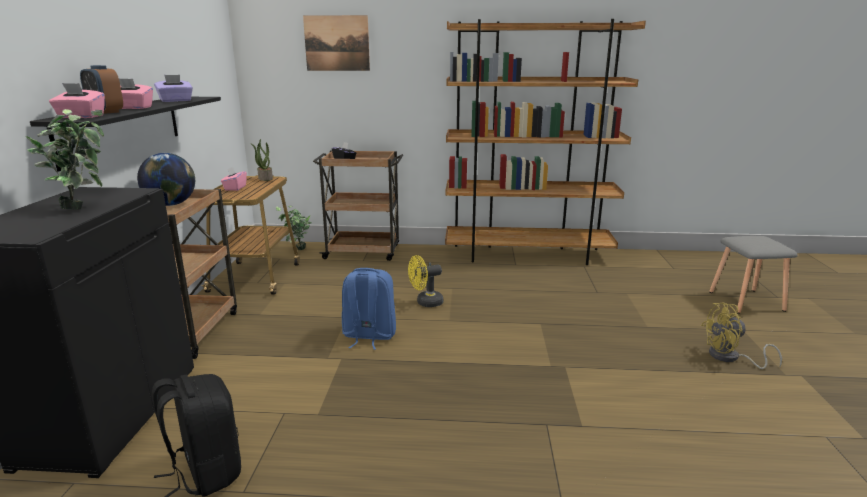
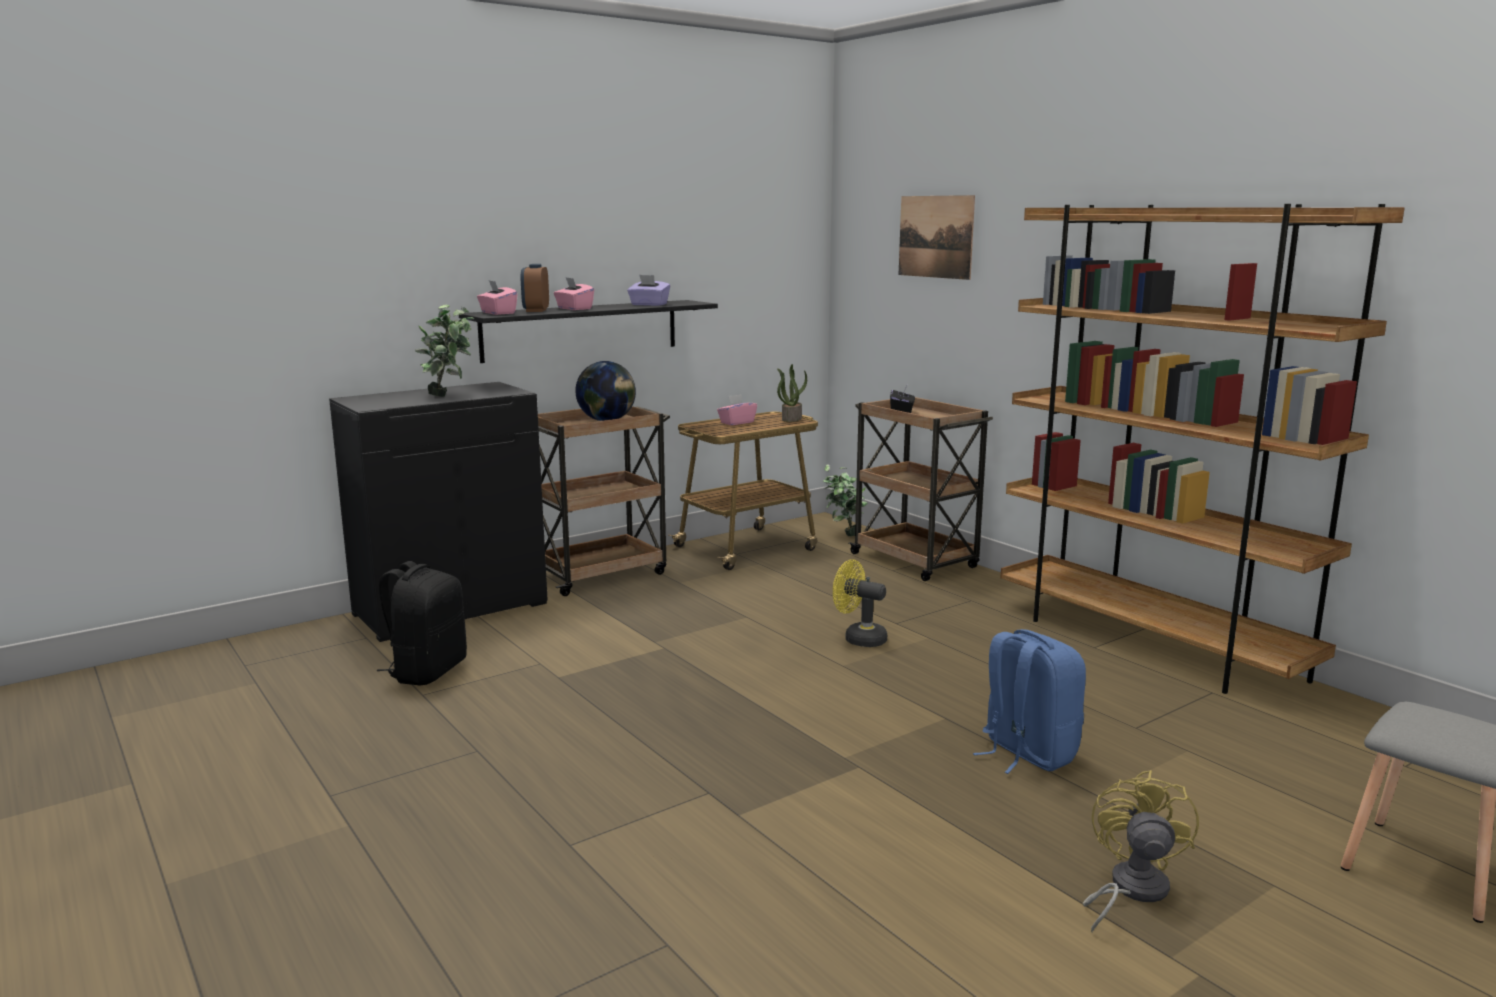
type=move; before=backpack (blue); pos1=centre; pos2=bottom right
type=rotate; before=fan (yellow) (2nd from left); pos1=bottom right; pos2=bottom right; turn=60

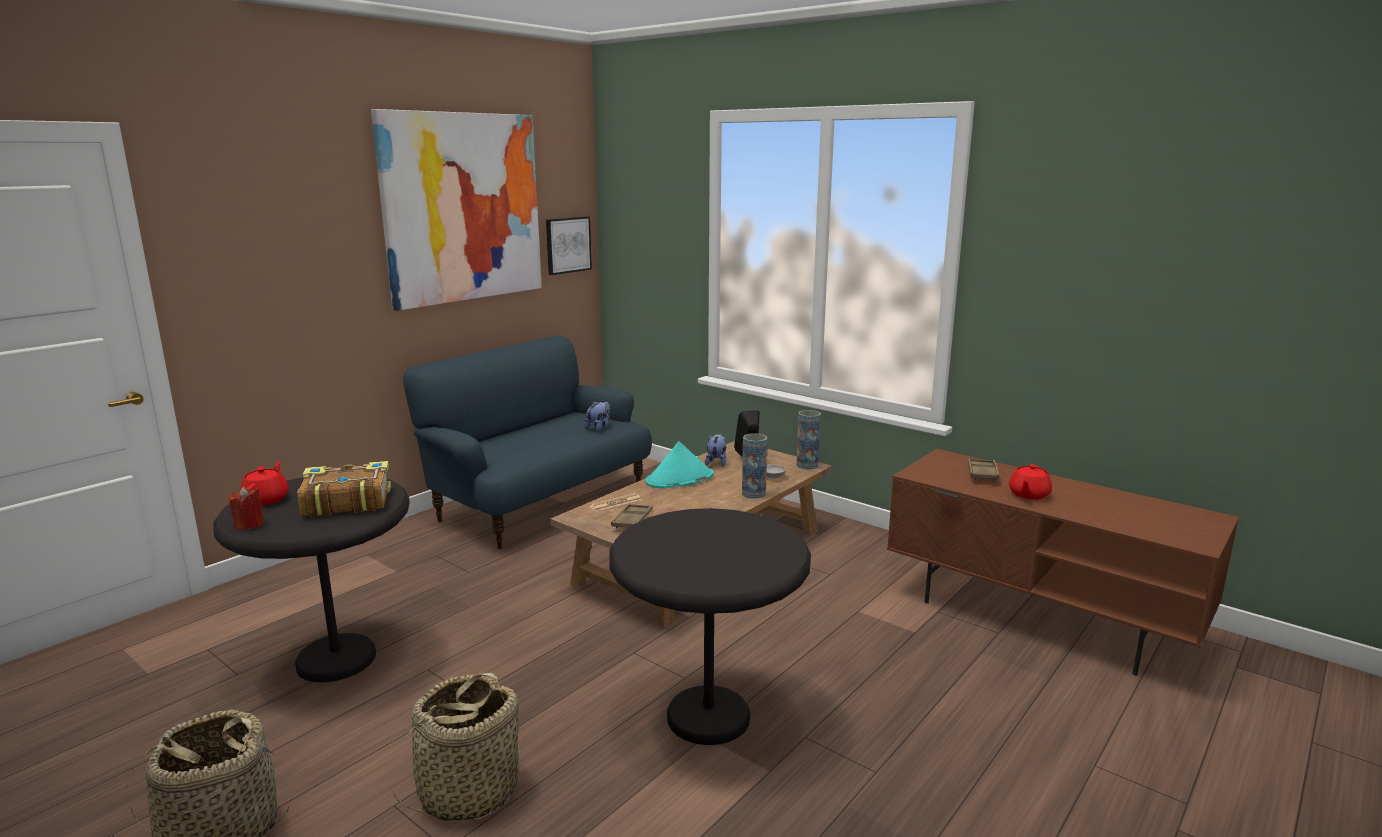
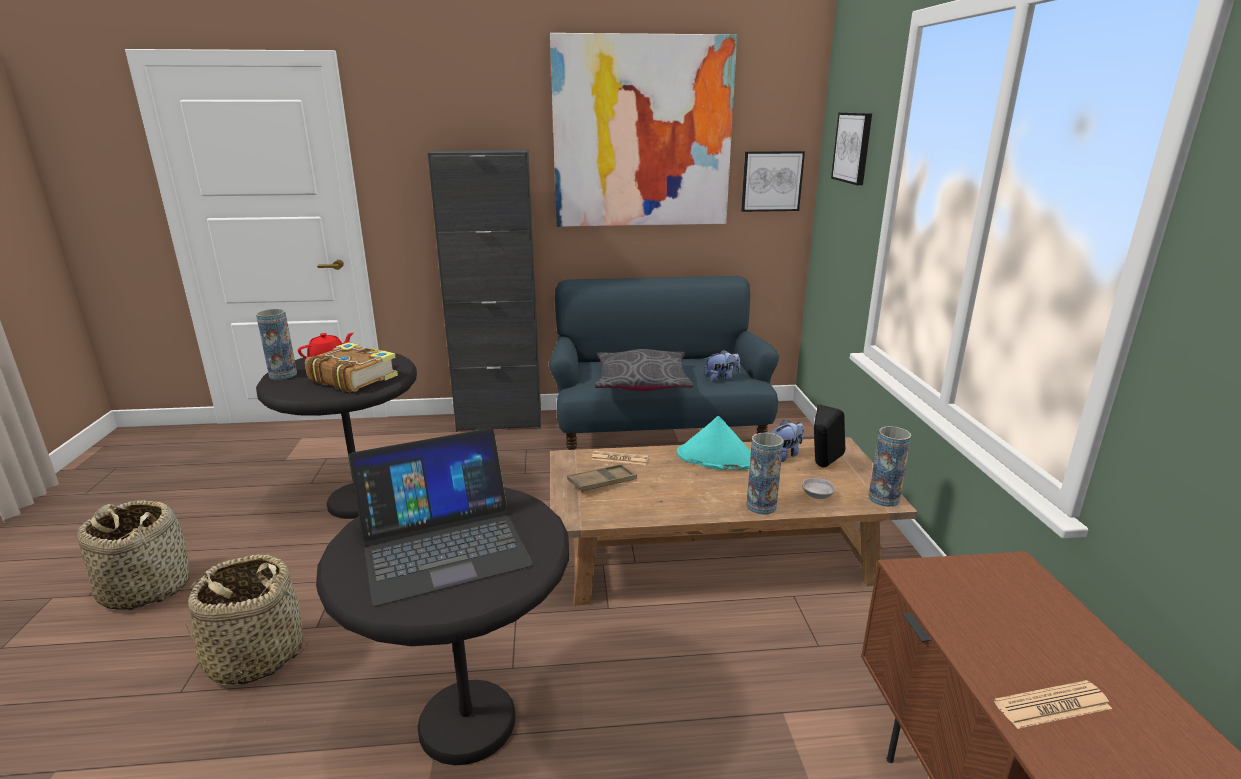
type=replace; before=candle (red); after=vase (1st from left); pos1=middle left; pos2=middle left
type=insert; after=laptop; pos2=centre
type=insert; after=cabinet (black); pos2=centre
type=insert; after=pillow (grey); pos2=centre
type=insert; after=picture (3rd from left); pos2=top right
type=replace; before=teapot (red) (2nd from left); after=newspaper (2nd from left); pos1=middle right; pos2=bottom right
type=delete; before=tray (brown) (2nd from left); pos1=middle right

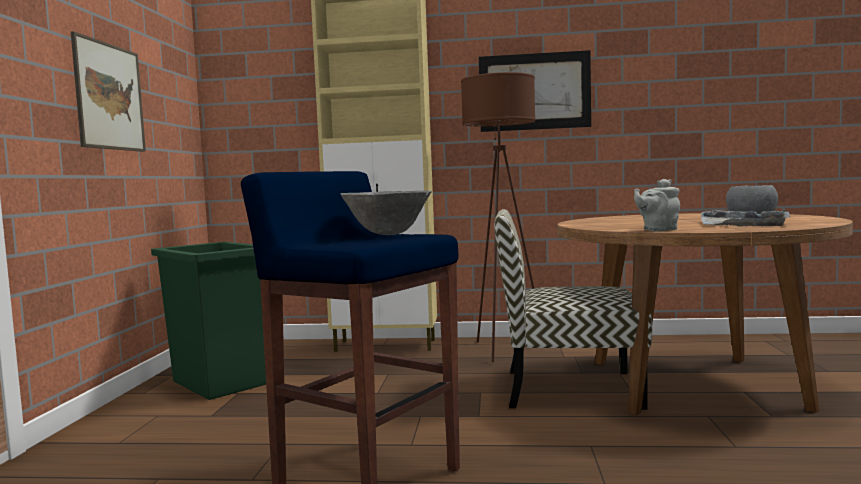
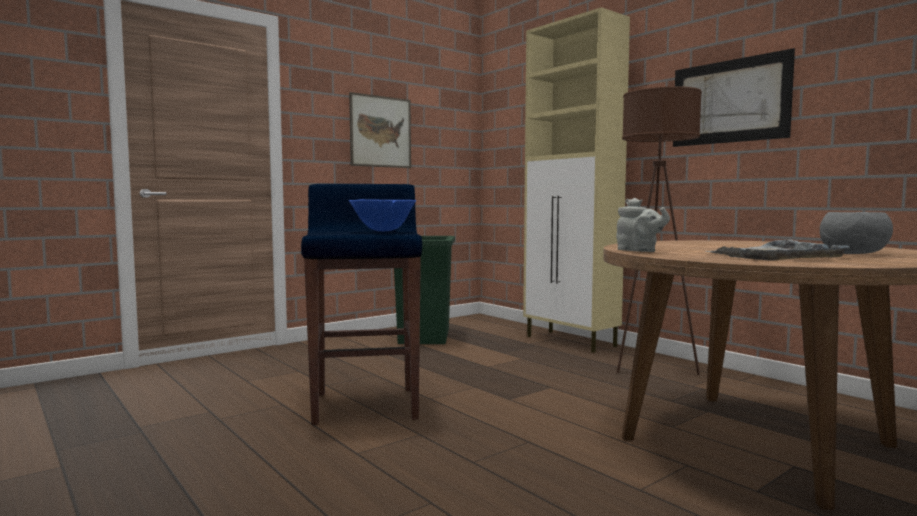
type=recolor; before=bowl (grey) (1st from left); after=bowl (blue); pos1=centre; pos2=centre
type=rotate; before=teapot (grey); pos1=middle right; pos2=middle right; turn=-150
type=delete; before=chair; pos1=centre

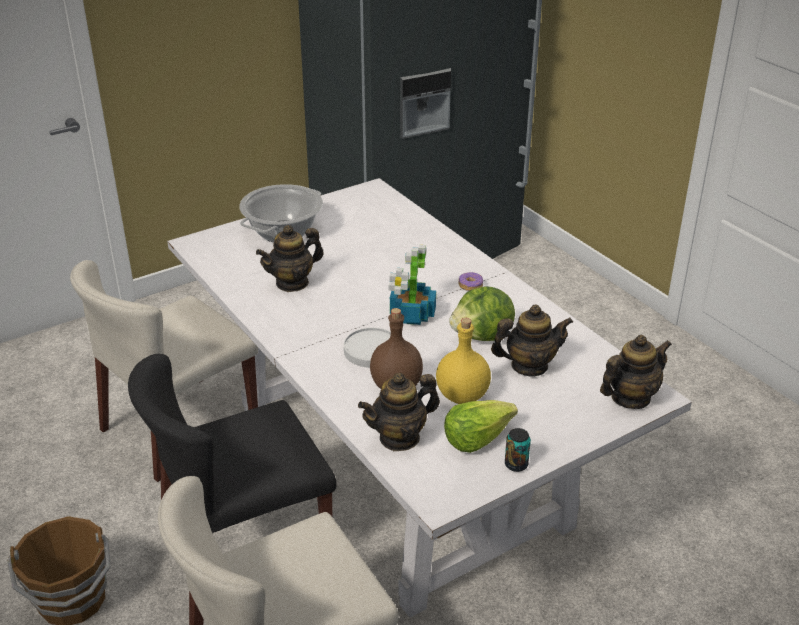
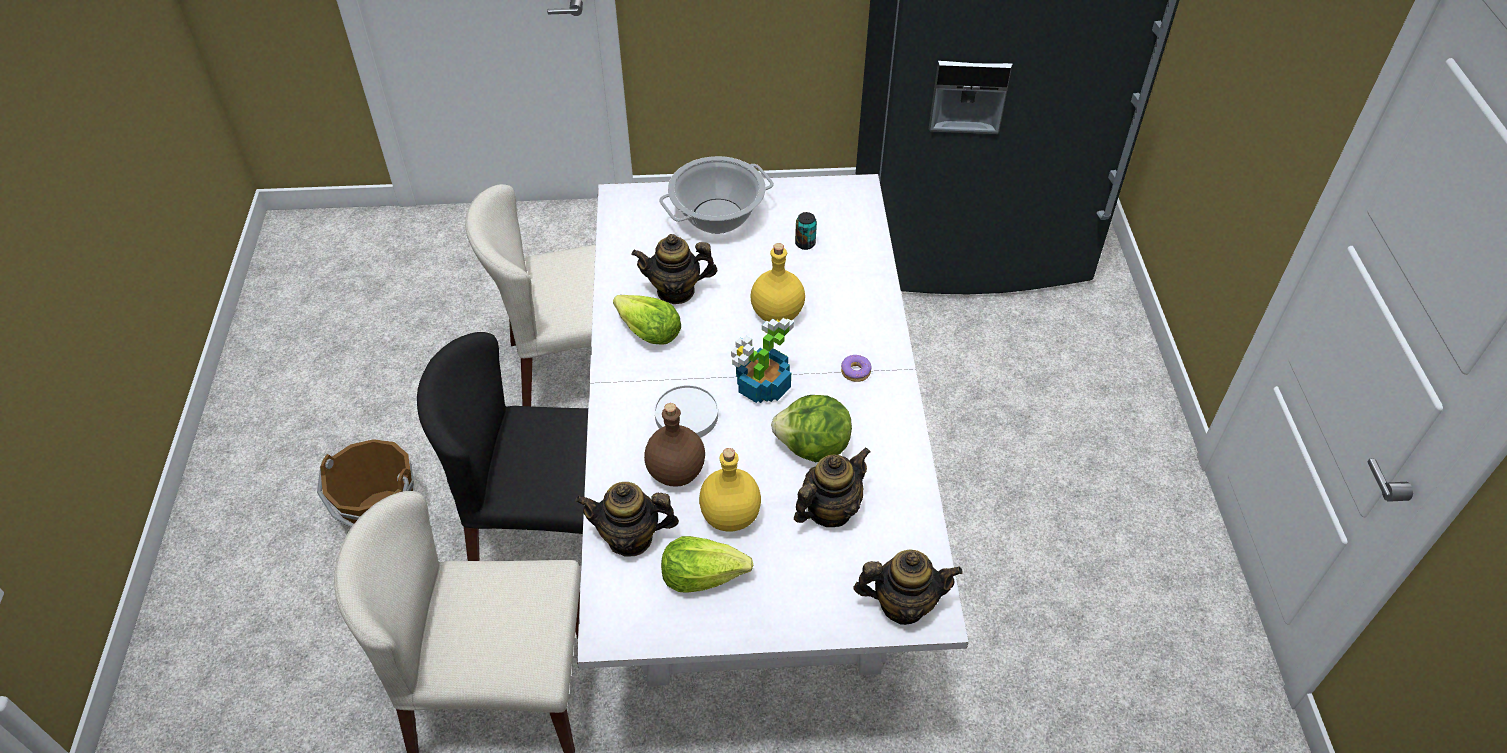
type=insert; after=lettuce (1st from left); pos2=centre
type=insert; after=bottle (yellow) (2nd from left); pos2=centre
type=rotate; before=teapot (3rd from left); pos1=centre; pos2=centre; turn=-60
type=move; before=can; pos1=bottom centre; pos2=top centre

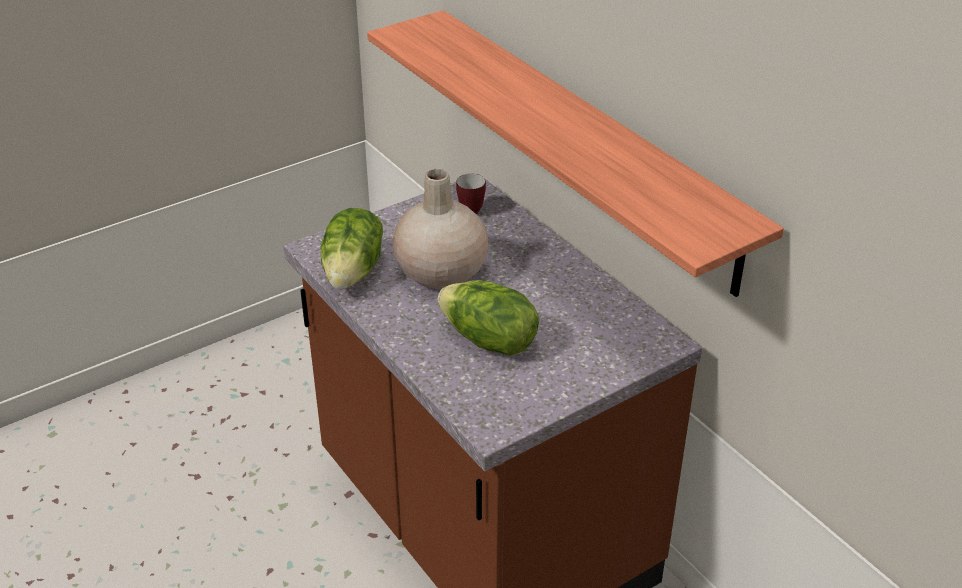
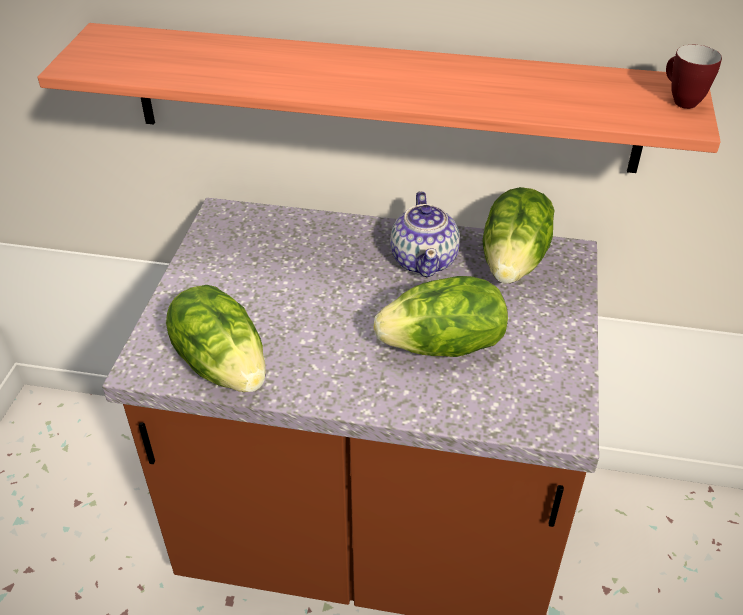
type=insert; after=teapot; pos2=centre
type=insert; after=lettuce (3rd from left); pos2=middle right
type=move; before=mug; pos1=top centre; pos2=top right
type=delete; before=vase (beige); pos1=centre

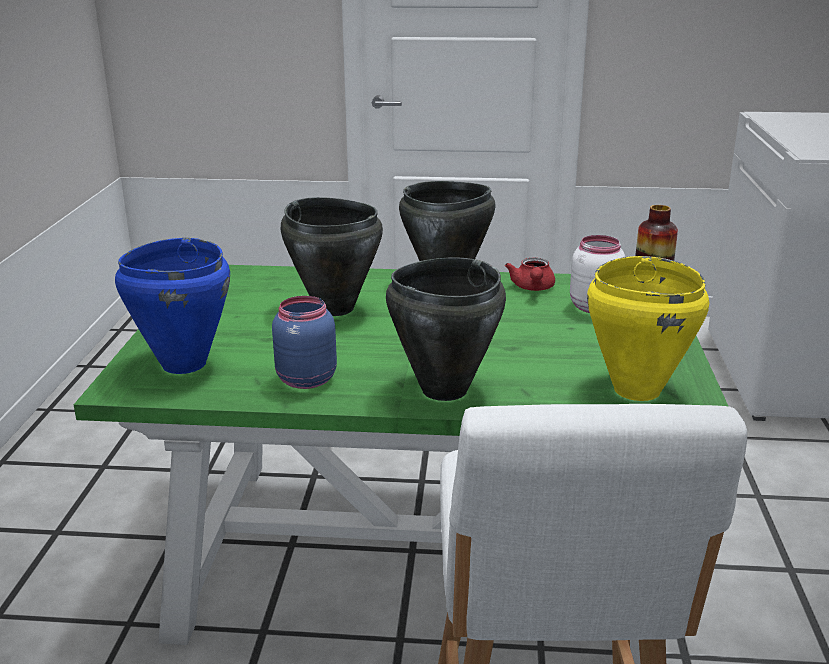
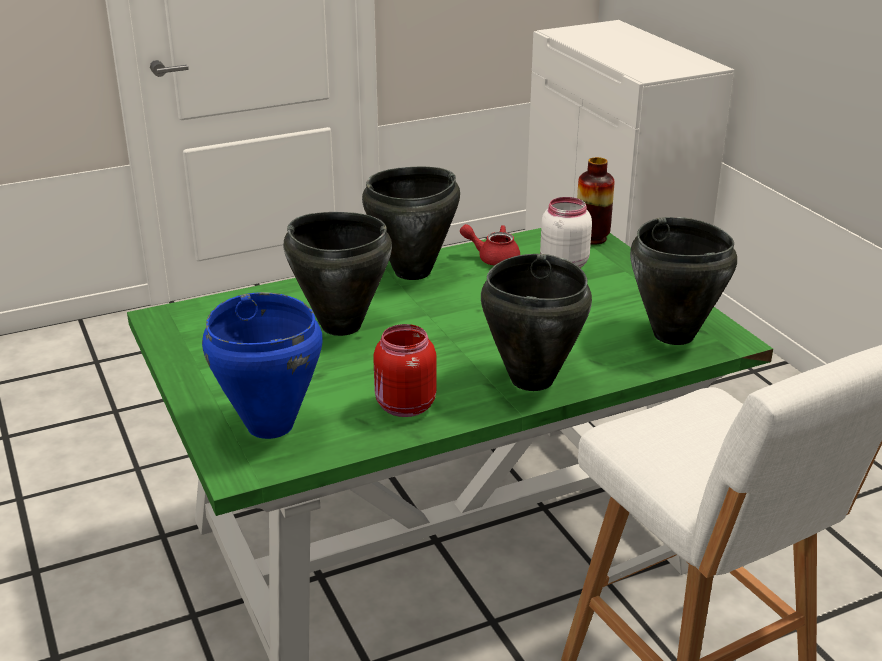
type=recolor; before=jar (blue); after=jar (red); pos1=centre; pos2=centre
type=rotate; before=teapot (red); pos1=centre; pos2=centre; turn=135
type=recolor; before=cooking pot (yellow); after=cooking pot (black) (4th from left); pos1=middle right; pos2=middle right

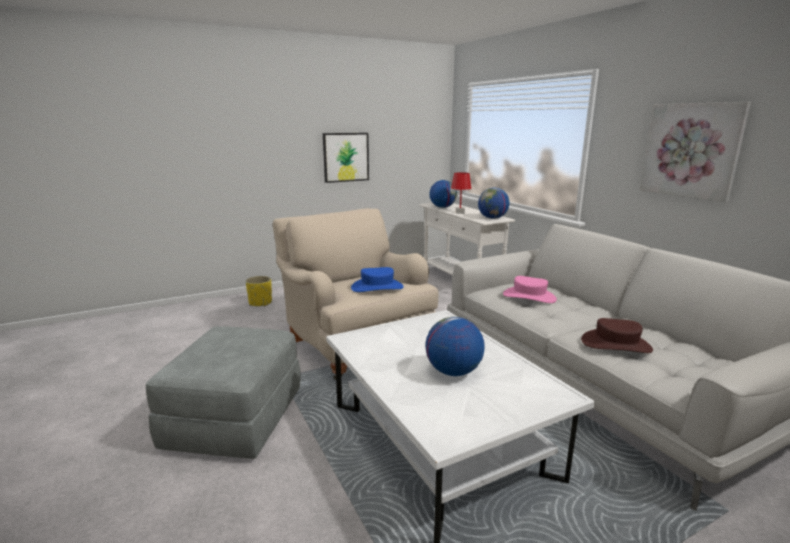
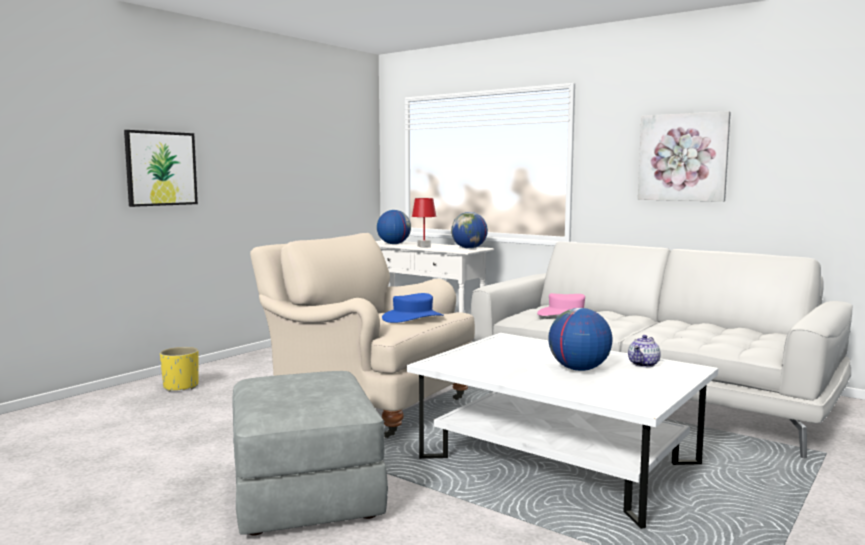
type=move; before=picture (1st from left); pos1=top centre; pos2=top left
type=insert; after=teapot; pos2=middle right
type=delete; before=hat (brown); pos1=middle right

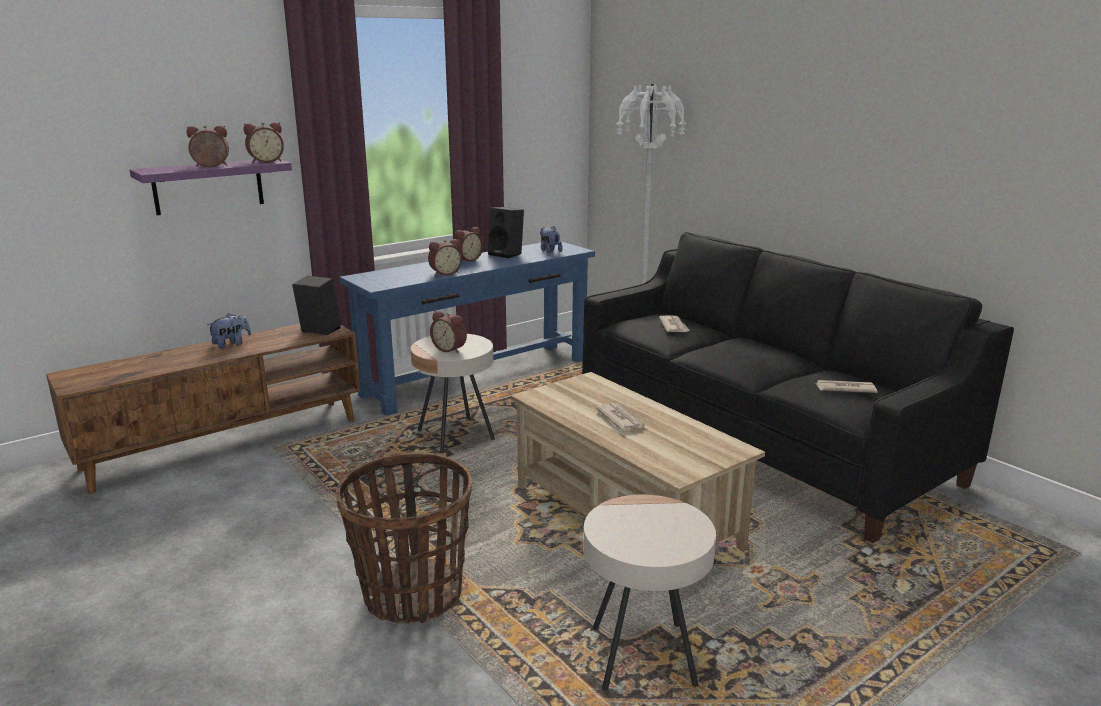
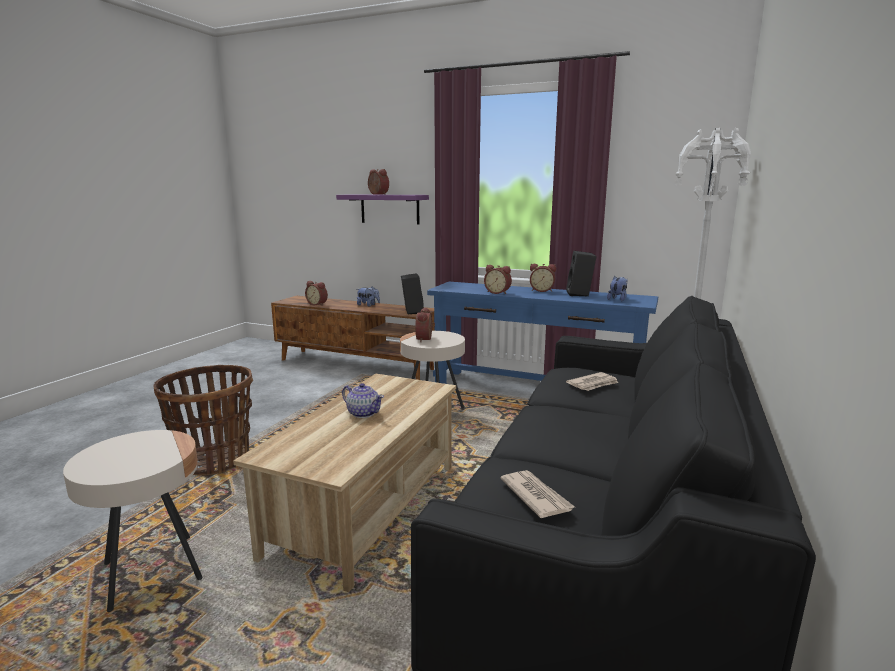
type=move; before=alarm clock (2nd from left in the first image); after=alarm clock (1st from left); pos1=top left; pos2=centre
type=replace; before=newspaper (1st from left); after=teapot; pos1=centre; pos2=centre

